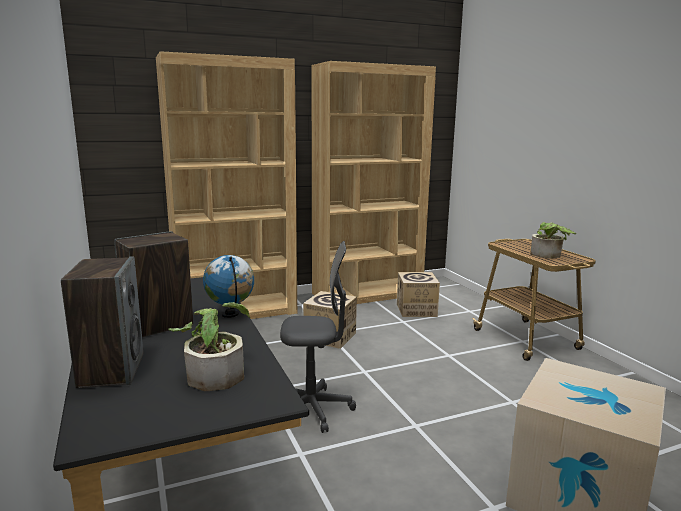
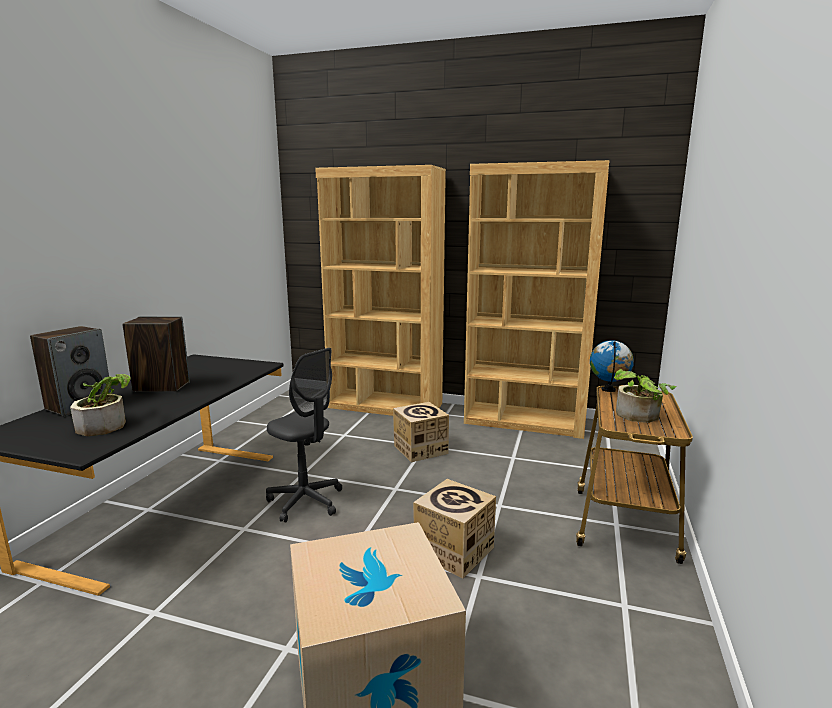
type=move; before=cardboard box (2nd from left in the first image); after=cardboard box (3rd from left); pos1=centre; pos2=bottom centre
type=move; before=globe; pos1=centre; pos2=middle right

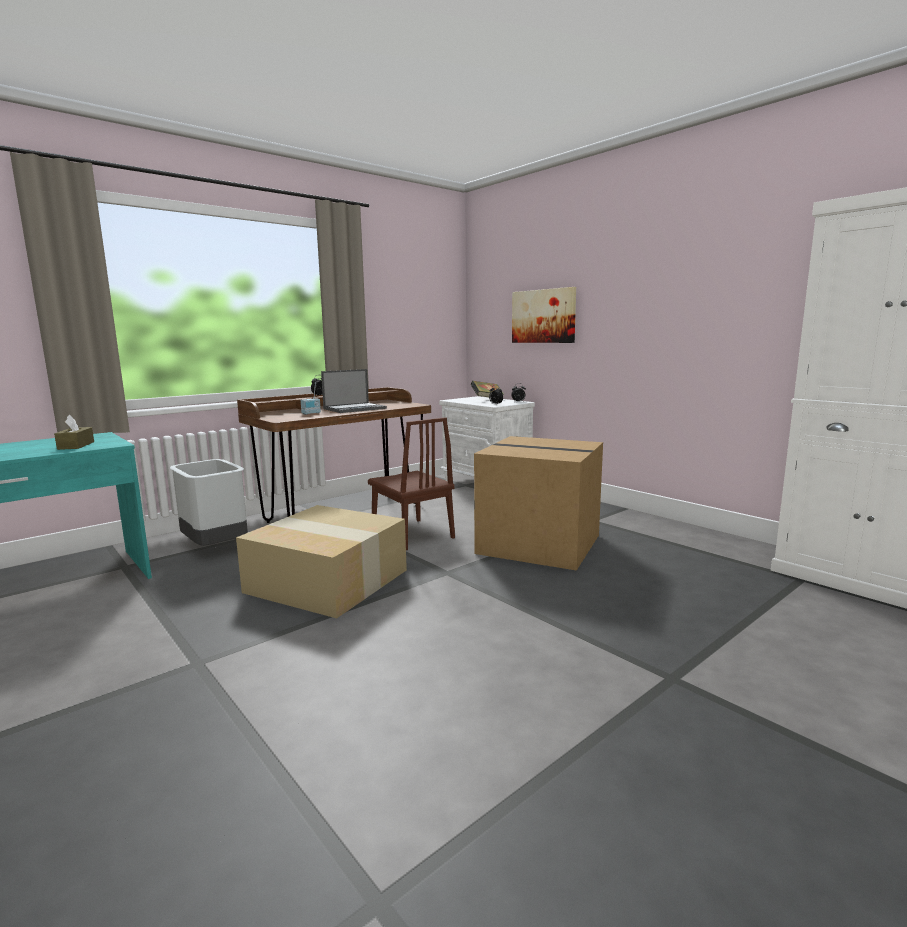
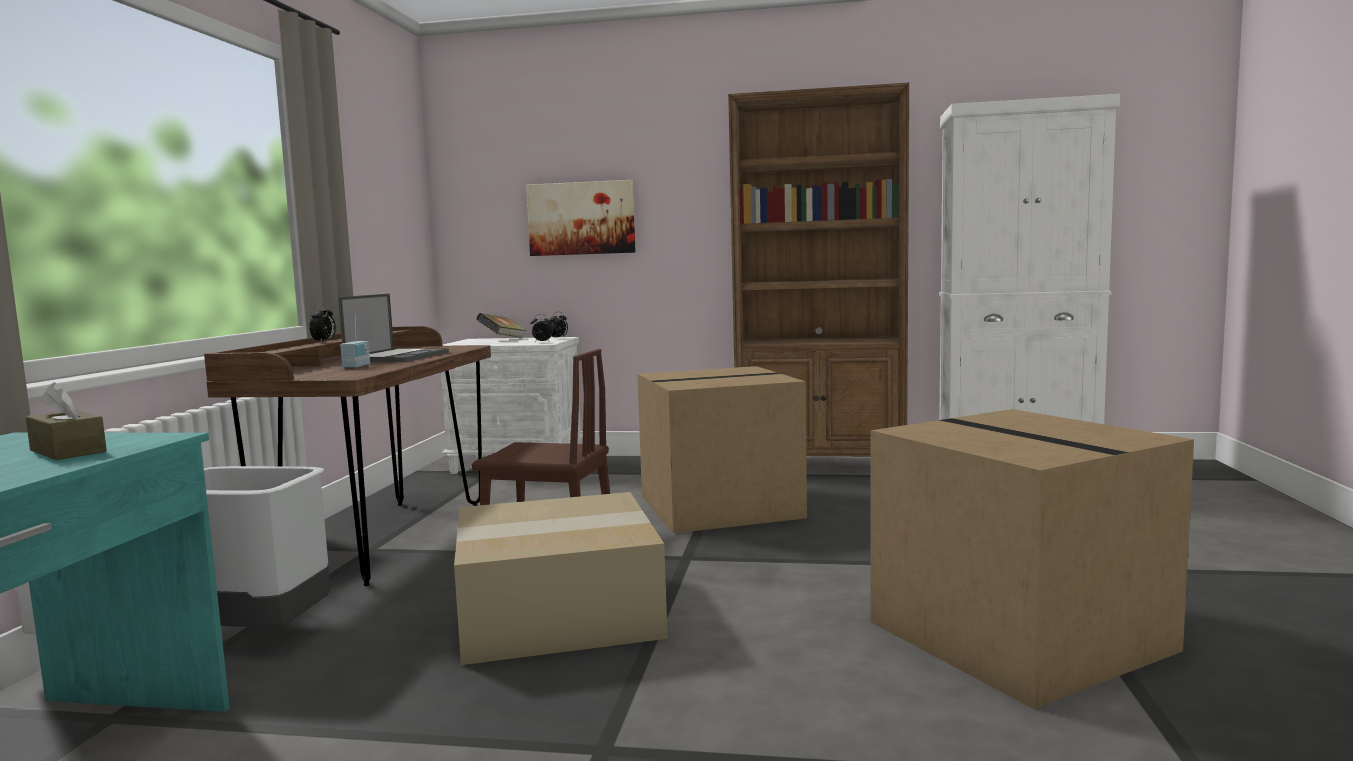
type=insert; after=bookcase (brown); pos2=centre
type=insert; after=cardboard box (3rd from left); pos2=bottom right

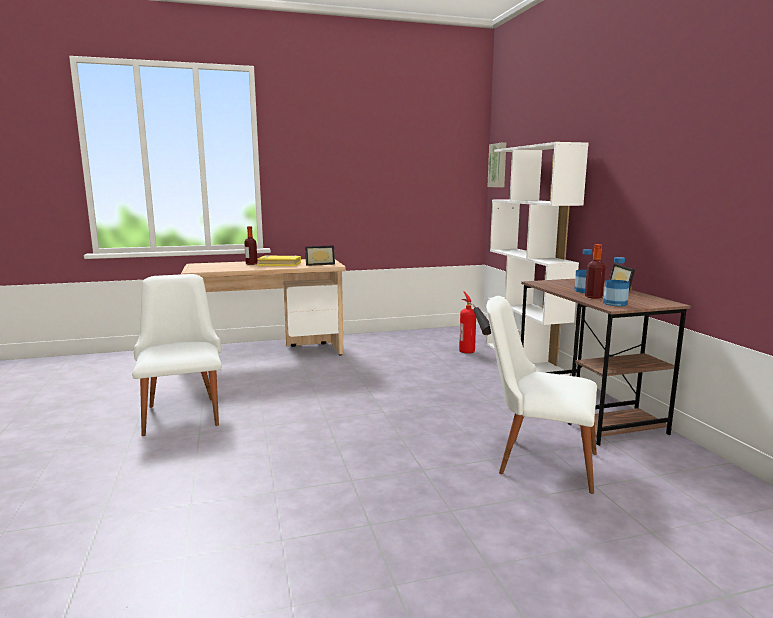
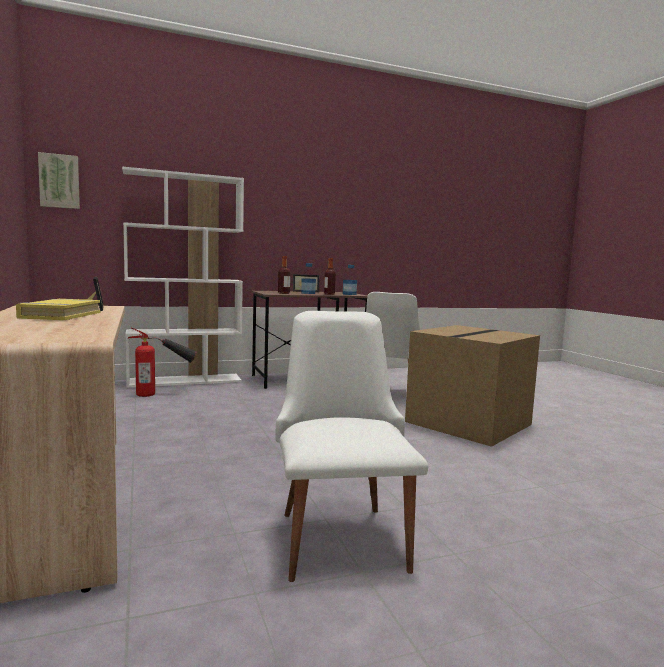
type=rotate; before=chair (white) (1st from left); pos1=middle left; pos2=bottom centre; turn=105
type=move; before=bottle (1st from left); pos1=middle left; pos2=centre
type=insert; after=cardboard box; pos2=middle right

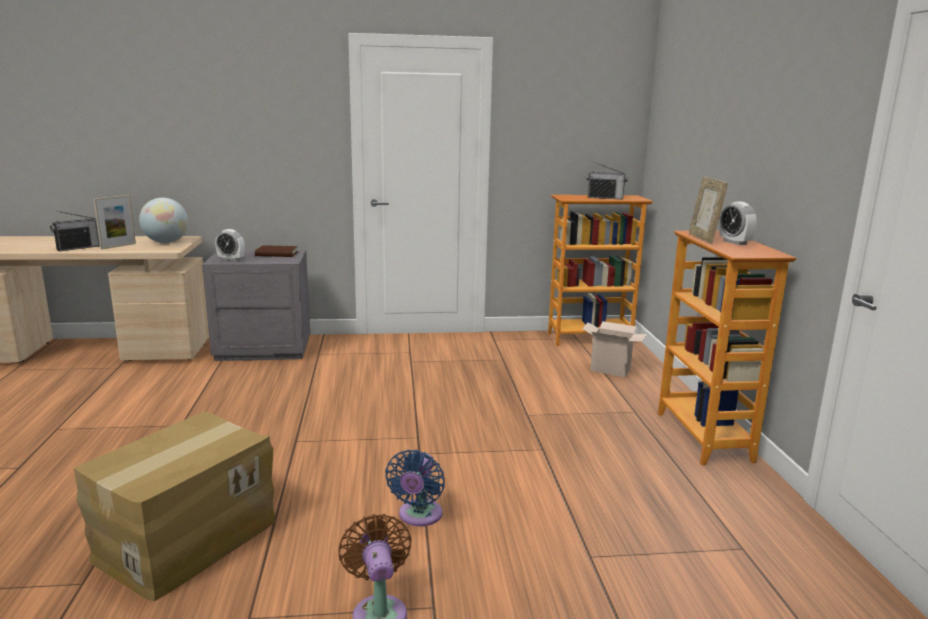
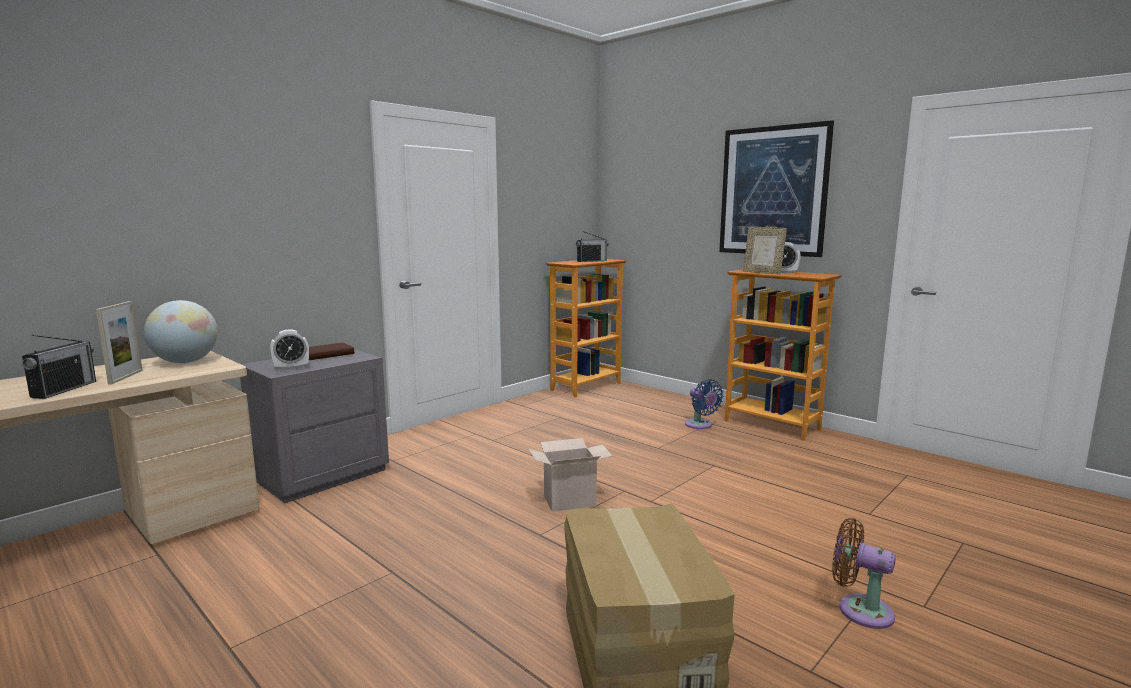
type=move; before=cardboard box (2nd from left in the first image); after=cardboard box (1st from left); pos1=centre; pos2=bottom centre
type=move; before=fan (blue); pos1=bottom centre; pos2=centre
type=insert; after=picture; pos2=top right

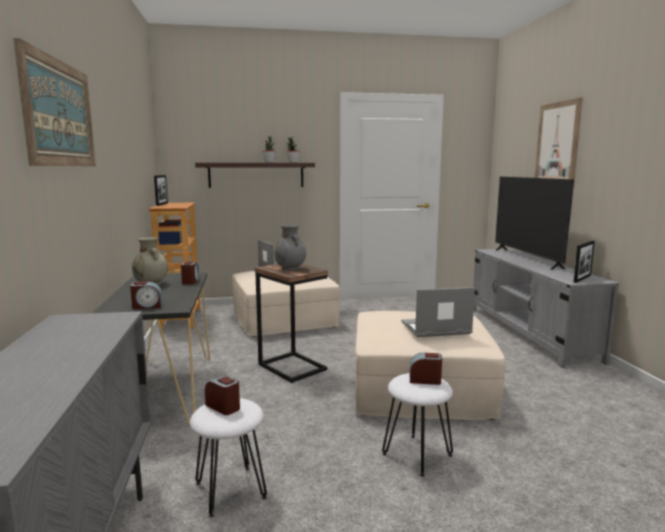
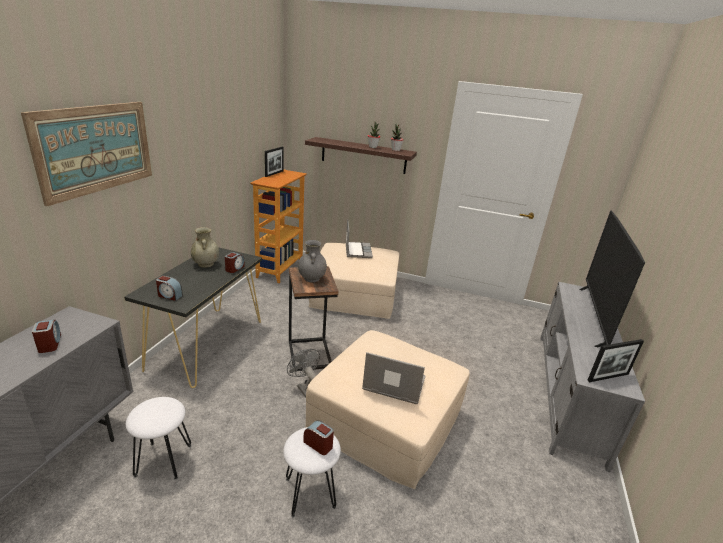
type=move; before=alarm clock (3rd from left in the first image); after=alarm clock (1st from left); pos1=bottom centre; pos2=middle left
type=insert; after=fan (grey); pos2=bottom centre
type=delete; before=picture (2nd from left); pos1=top right

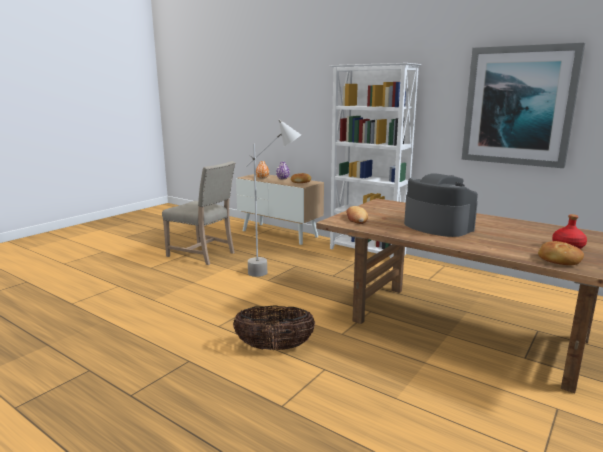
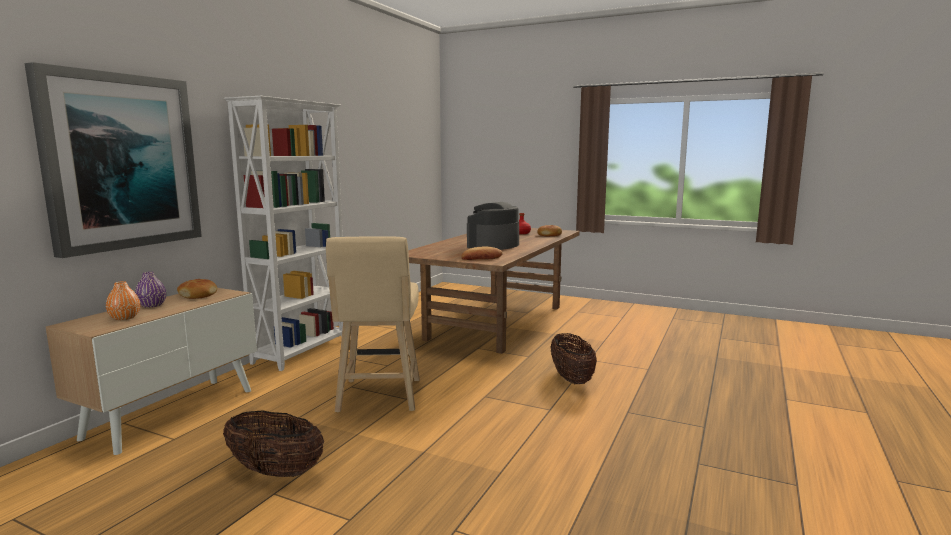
type=move; before=picture; pos1=top right; pos2=top left
type=replace; before=chair (beige); after=basket (1st from left); pos1=middle left; pos2=bottom left
type=replace; before=floor lamp (grey); after=stool (beige); pos1=centre; pos2=centre

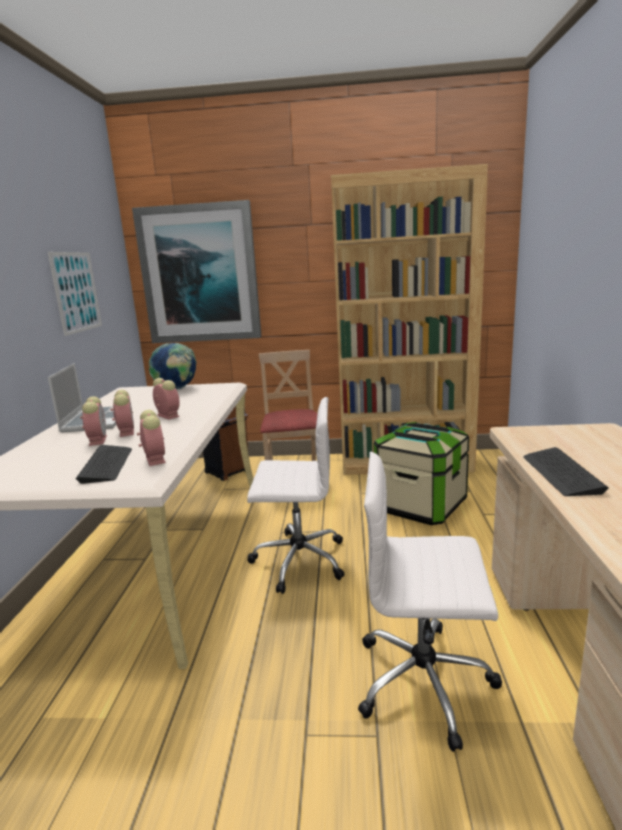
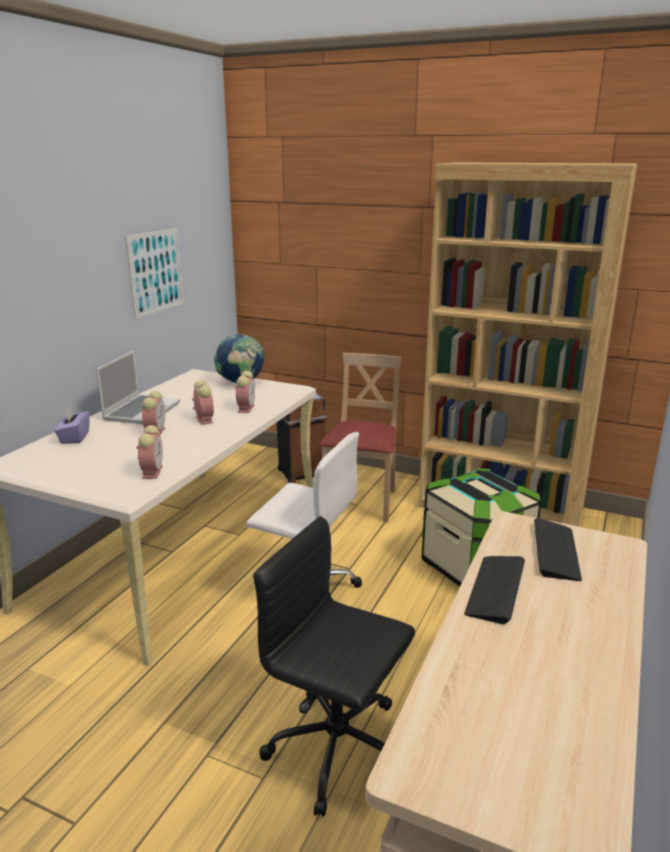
type=insert; after=tissue box (purple); pos2=middle left
type=move; before=alarm clock (1st from left in the first image); after=alarm clock (4th from left); pos1=middle left; pos2=centre
type=recolor; before=office chair (white) (2nd from left); after=office chair (black); pos1=bottom right; pos2=bottom centre
type=move; before=keyboard (1st from left in the first image); after=keyboard (2nd from left); pos1=middle left; pos2=middle right
type=delete; before=picture (2nd from left); pos1=top left

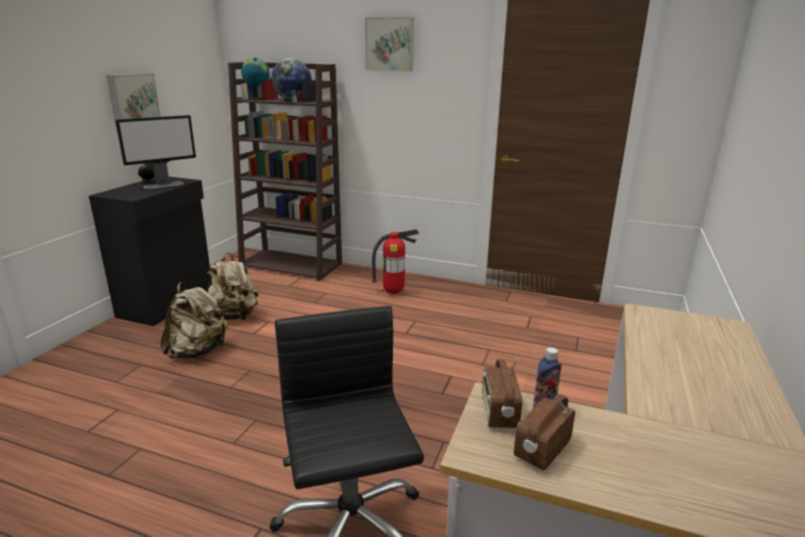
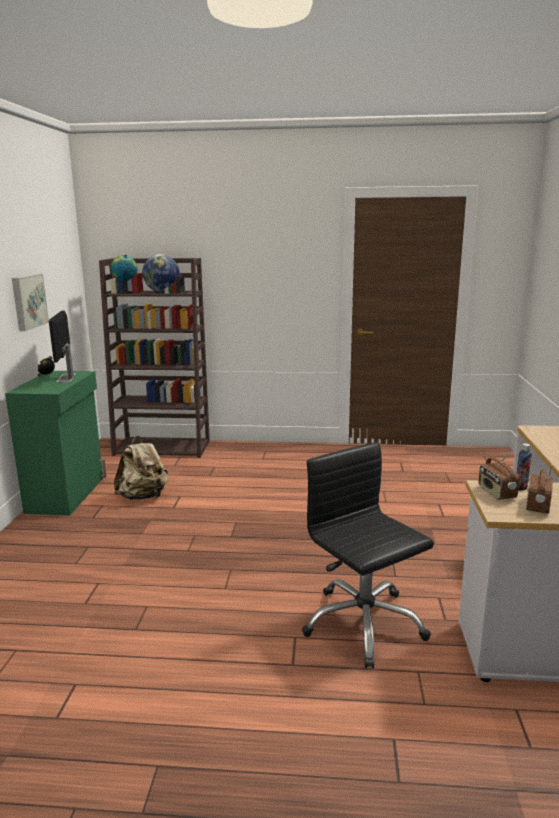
type=recolor; before=cabinet (black); after=cabinet (green); pos1=middle left; pos2=middle left
type=rotate; before=monitor; pos1=top left; pos2=middle left; turn=135
type=delete; before=backpack (beige) (1st from left); pos1=middle left
type=delete; before=picture (2nd from left); pos1=top centre
type=delete; before=fire extinguisher; pos1=centre

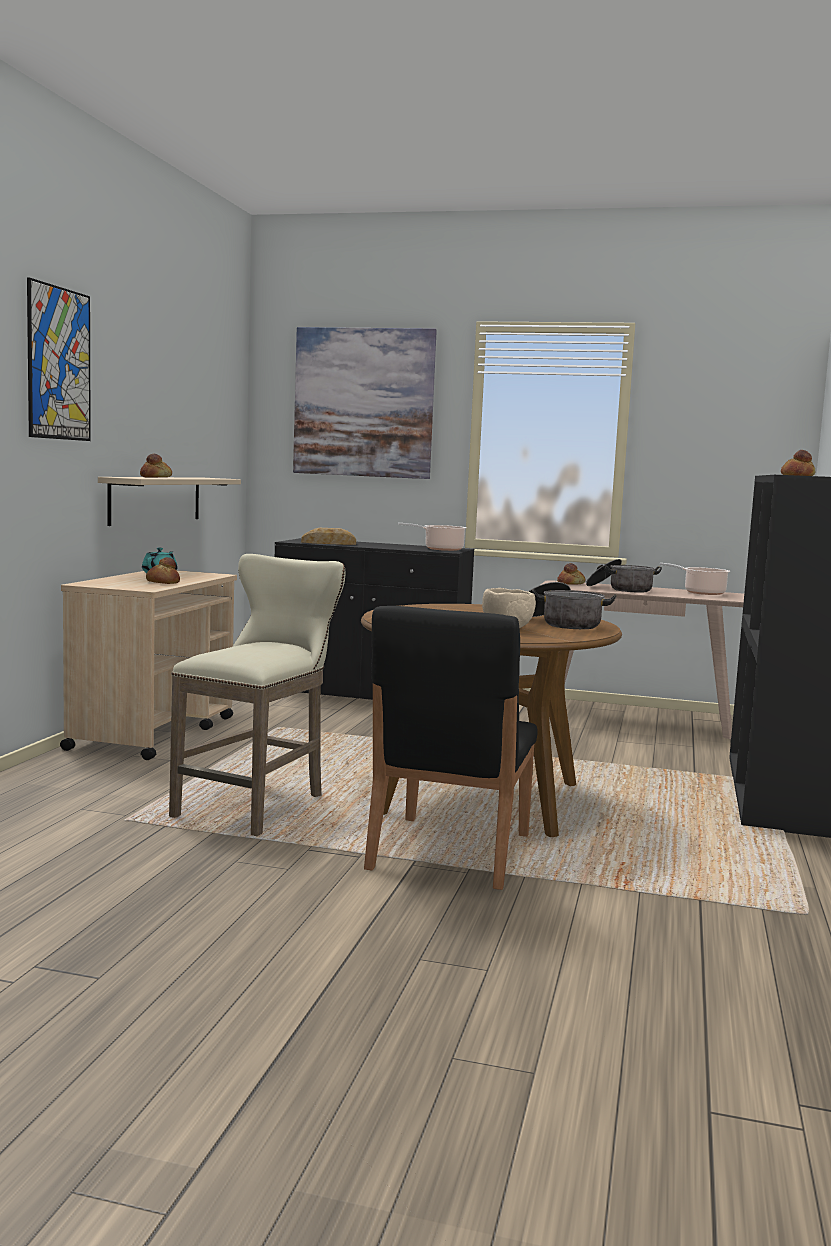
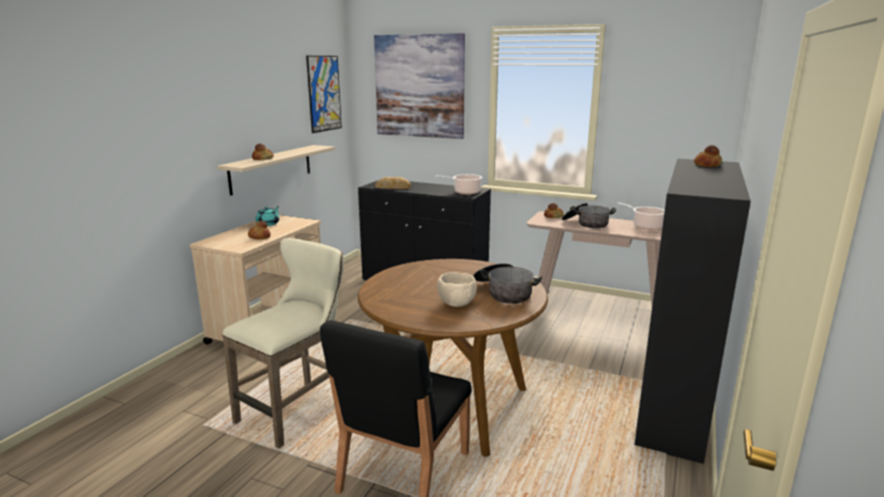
type=move; before=picture (1st from left); pos1=top left; pos2=top centre

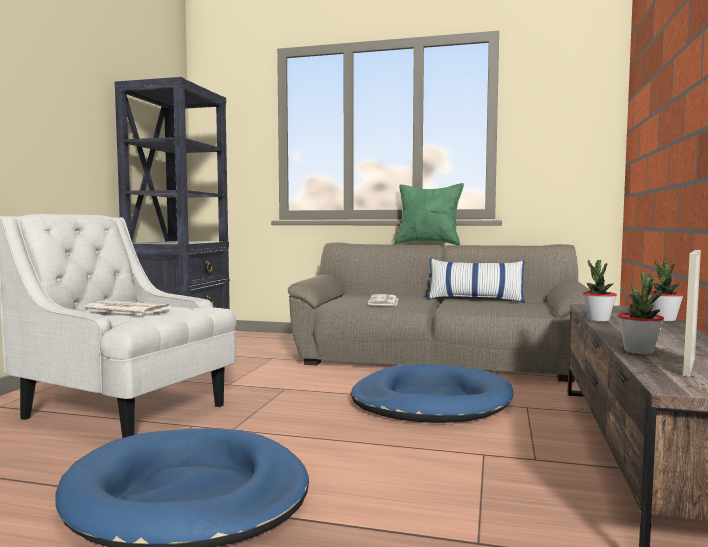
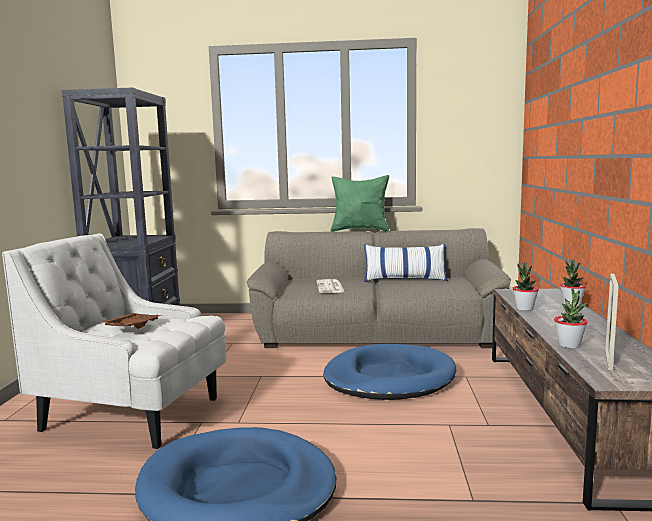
type=replace; before=newspaper (1st from left); after=tray (brown); pos1=middle left; pos2=middle left

